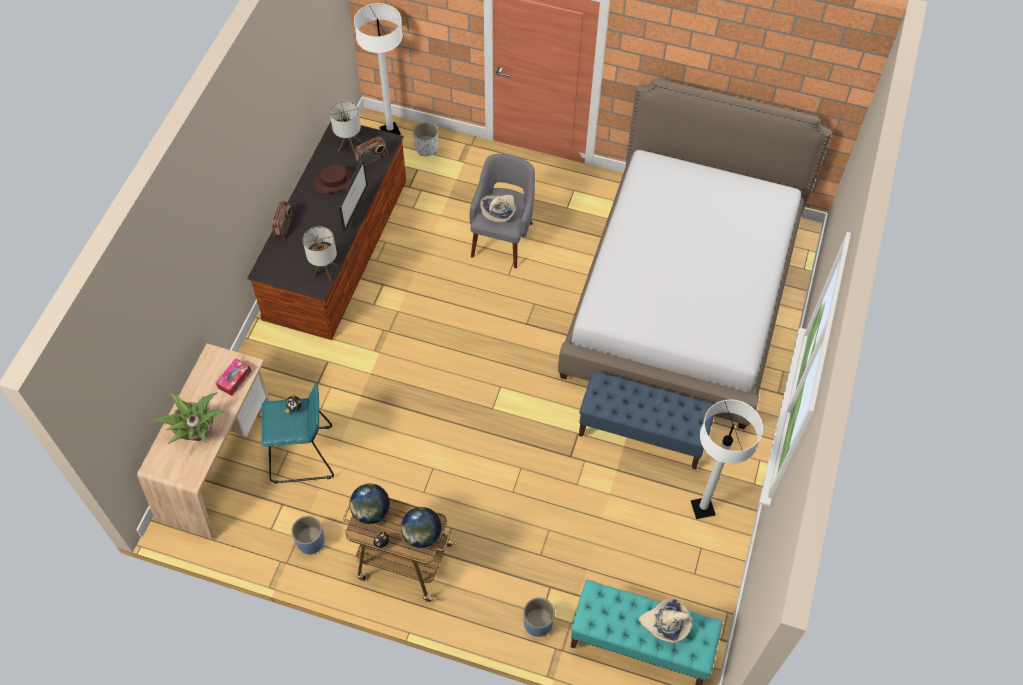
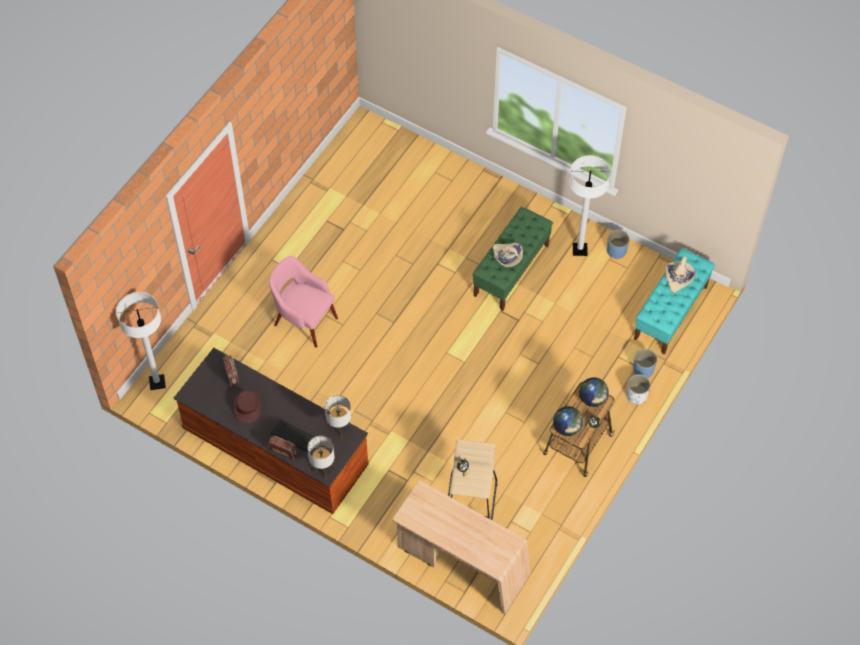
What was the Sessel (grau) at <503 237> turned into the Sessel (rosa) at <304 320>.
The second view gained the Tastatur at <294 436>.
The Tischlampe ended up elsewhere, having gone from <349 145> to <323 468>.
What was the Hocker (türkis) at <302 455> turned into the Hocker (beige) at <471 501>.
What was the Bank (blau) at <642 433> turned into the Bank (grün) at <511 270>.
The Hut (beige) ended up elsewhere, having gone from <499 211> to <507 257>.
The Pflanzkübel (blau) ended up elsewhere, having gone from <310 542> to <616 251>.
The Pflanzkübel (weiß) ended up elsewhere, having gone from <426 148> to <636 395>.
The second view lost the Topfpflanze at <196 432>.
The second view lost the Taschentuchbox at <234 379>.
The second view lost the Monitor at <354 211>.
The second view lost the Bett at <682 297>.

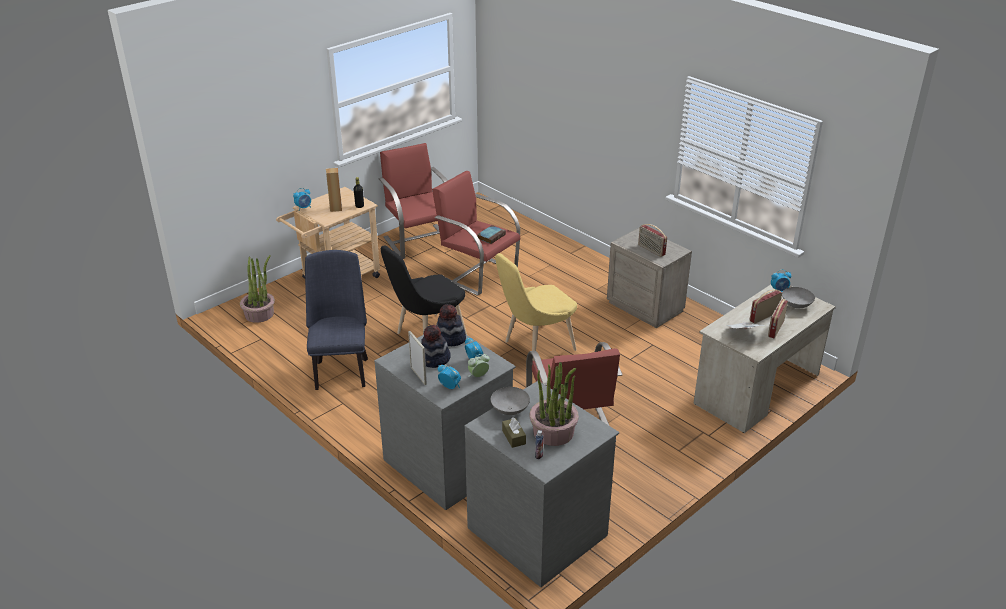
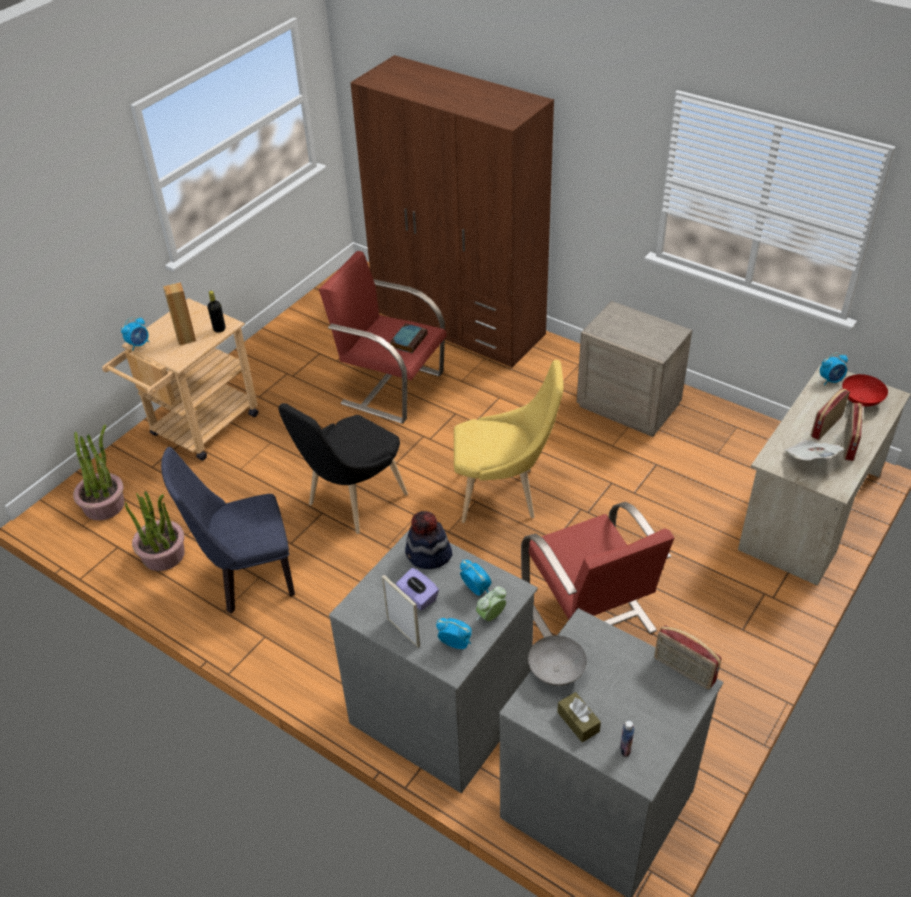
The Topfpflanze ended up elsewhere, having gone from <553 432> to <163 555>.
The Stuhl (blau) at <341 370> ended up facing another way, 90 degrees counterclockwise from before.
The second view gained the Kleiderschrank (braun) at <458 323>.
Where the Hut stood at <434 360>, the Taschentuchbox (lila) came to stand at <418 597>.
The Stuhl (gelb) at <535 347> ended up facing another way, 135 degrees counterclockwise from before.
The Radio ended up elsewhere, having gone from <651 250> to <683 670>.
What was the Schüssel (grau) at <796 306> turned into the Schüssel (rot) at <861 401>.
The second view lost the Sessel (rot) at <419 241>.

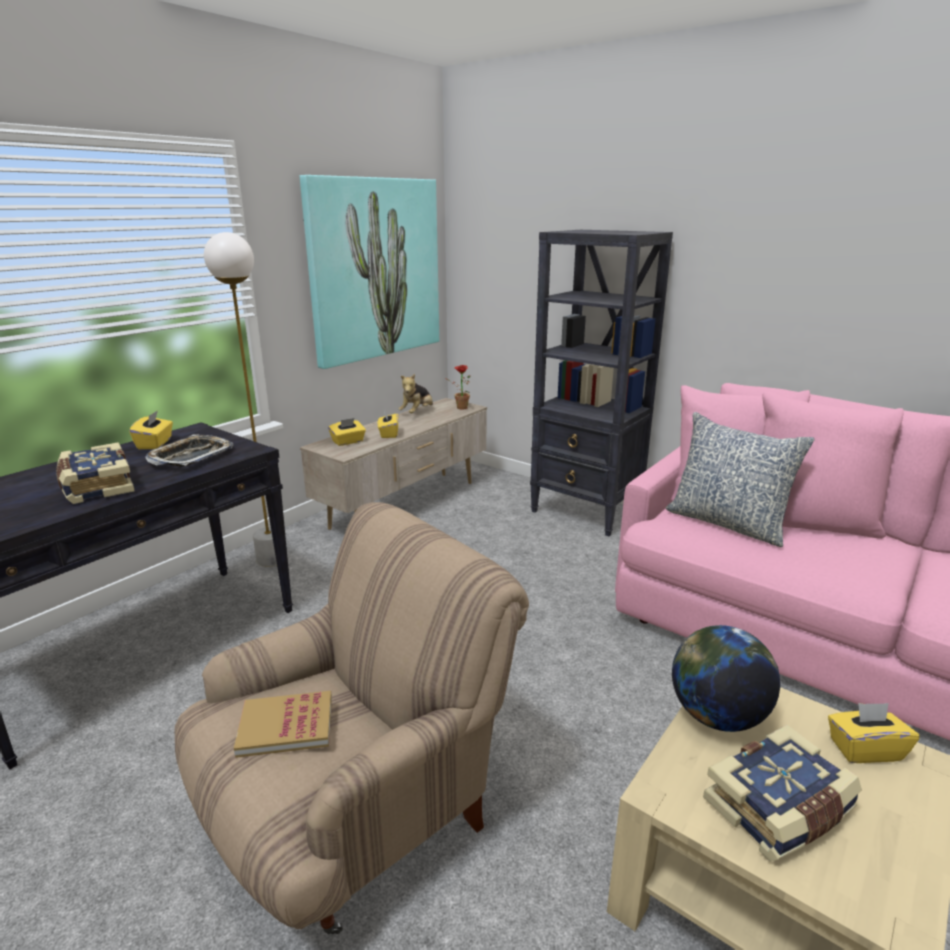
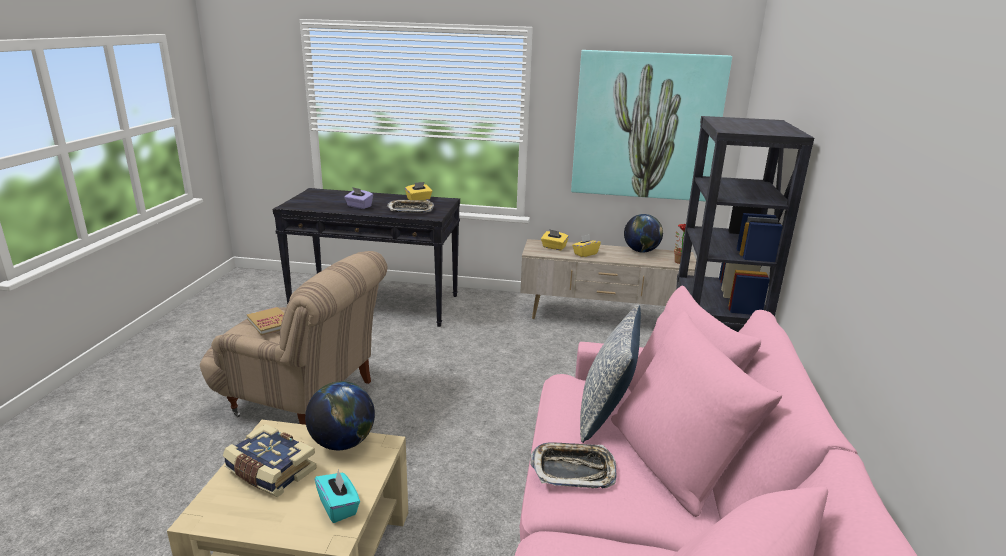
What was the Taschentuchbox (gelb) at <864 749> turned into the Taschentuchbox (türkis) at <338 507>.
Where the Buch stood at <96 486>, the Taschentuchbox (lila) came to stand at <359 206>.
The second view gained the Tablett at <573 470>.
Where the Plüschtier stood at <417 412>, the Globus came to stand at <641 251>.
The second view lost the Stehlampe (weiß) at <271 559>.

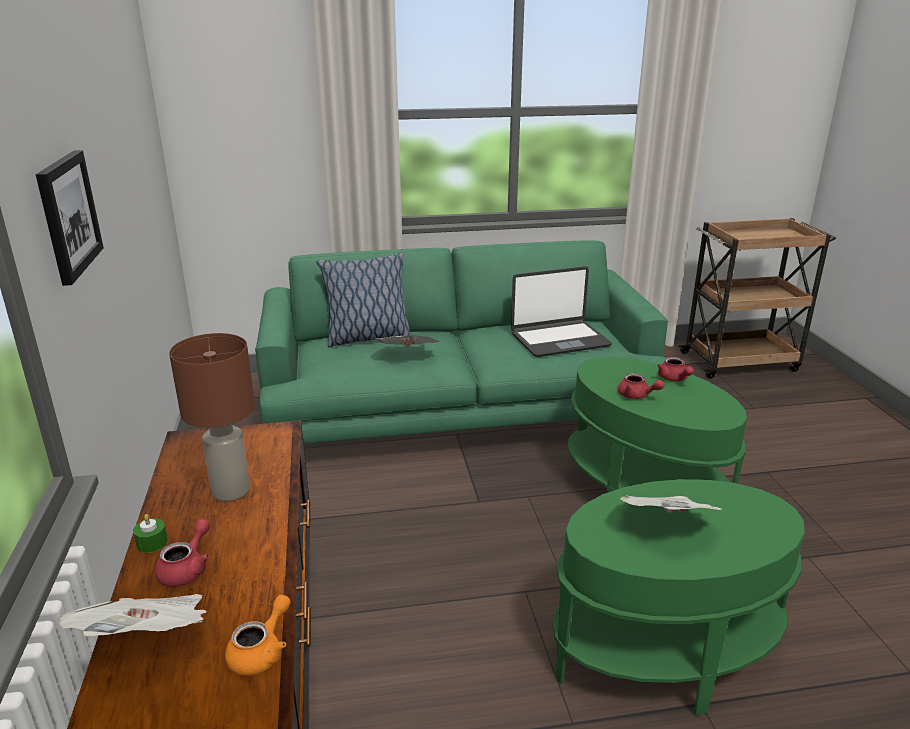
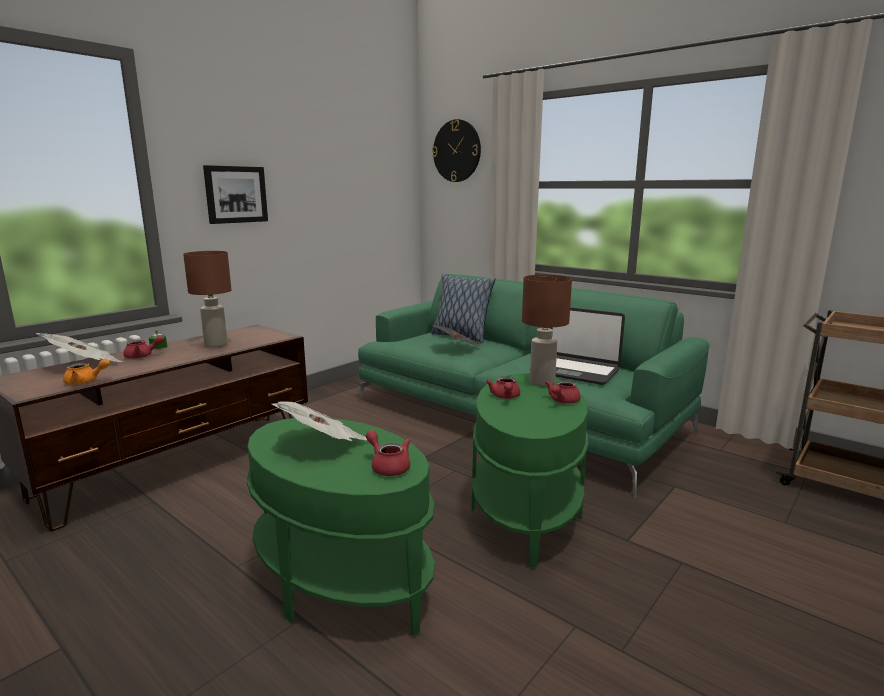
The second view gained the Teekanne (rot) at <388 466>.
The second view gained the Wanduhr at <457 151>.
The second view gained the Tischlampe (braun) at <541 382>.

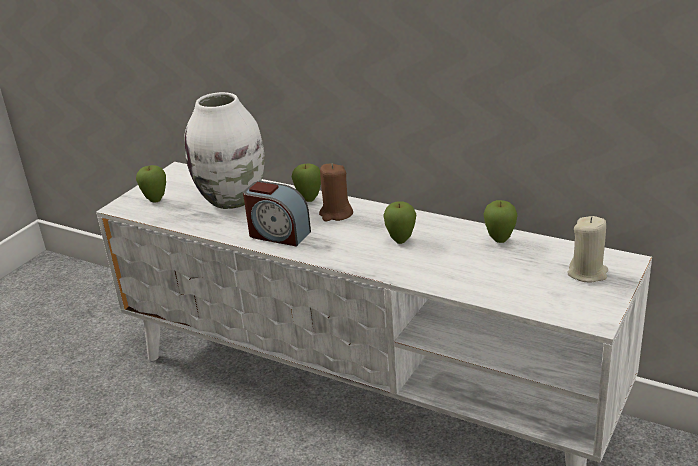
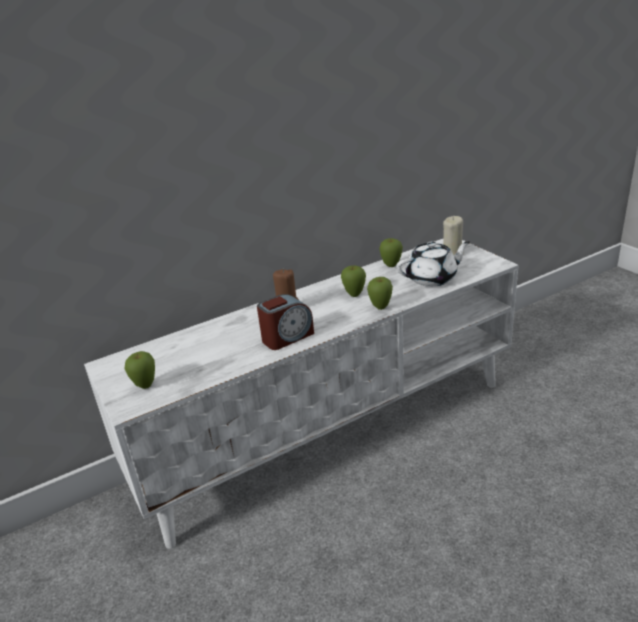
The Apfel ended up elsewhere, having gone from <309 199> to <380 307>.
The second view gained the Teekanne (weiß) at <432 278>.
The second view lost the Vase (weiß) at <233 199>.

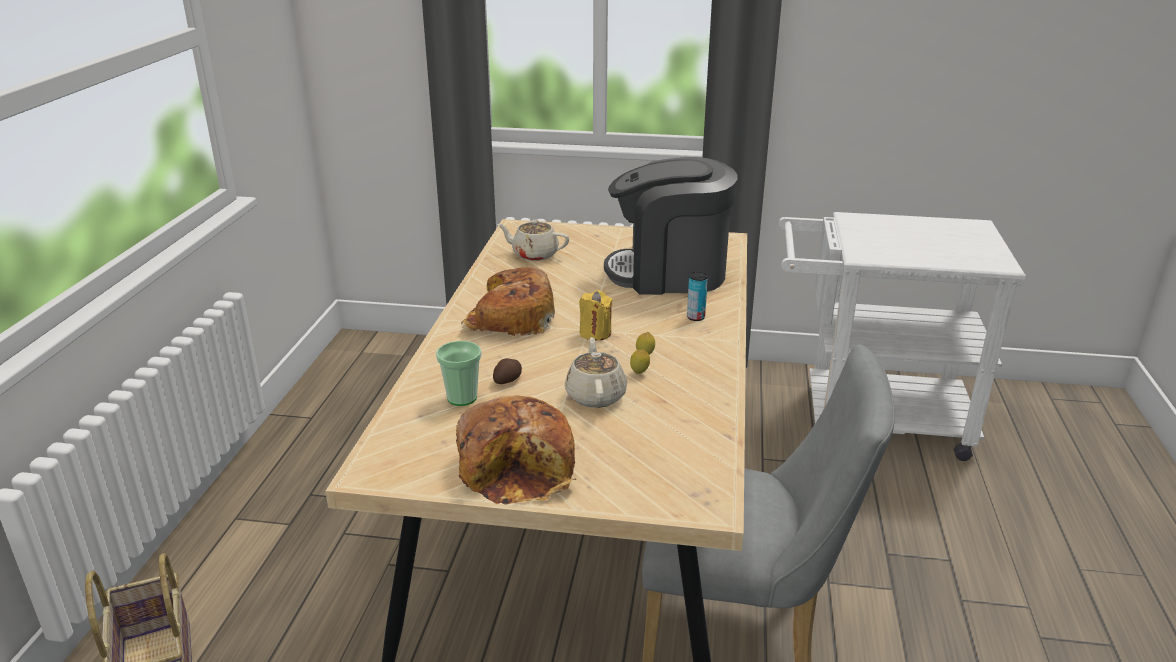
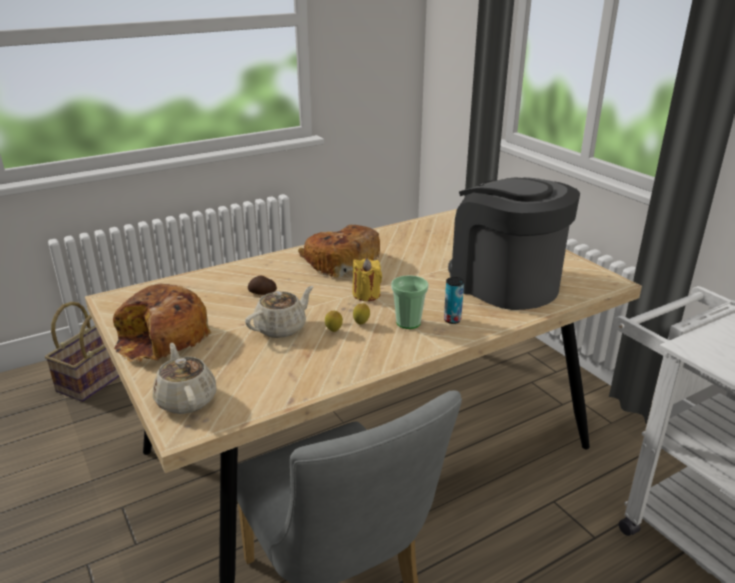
The Teekanne (beige) ended up elsewhere, having gone from <534 254> to <186 399>.
The Tasse ended up elsewhere, having gone from <462 398> to <408 322>.

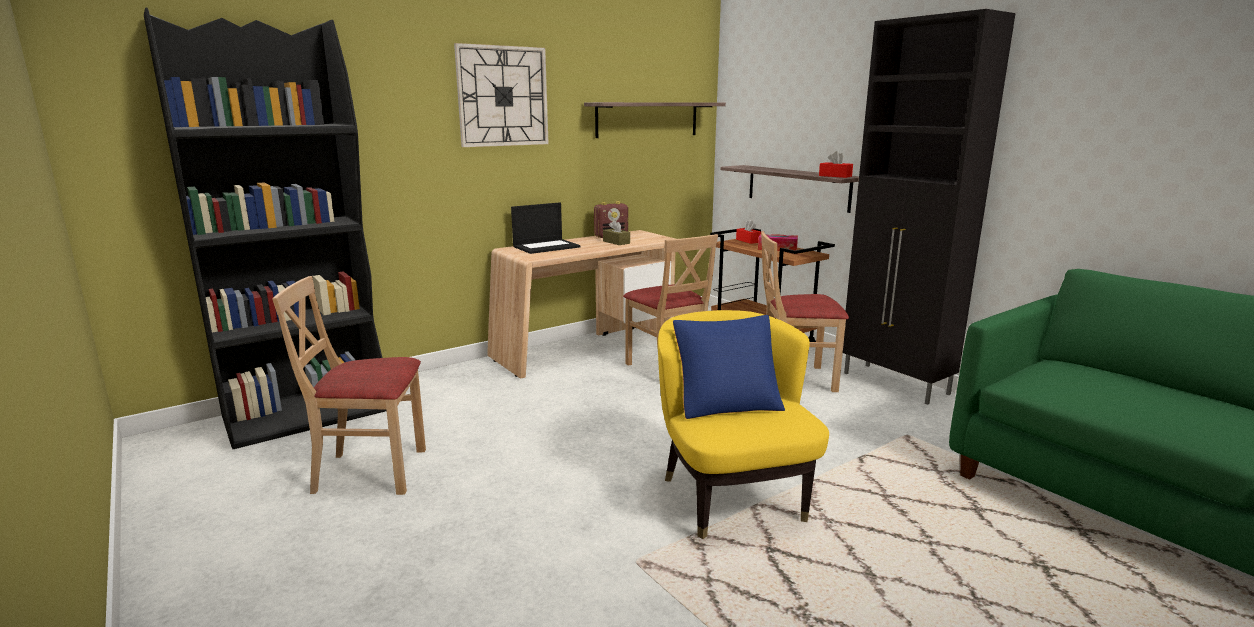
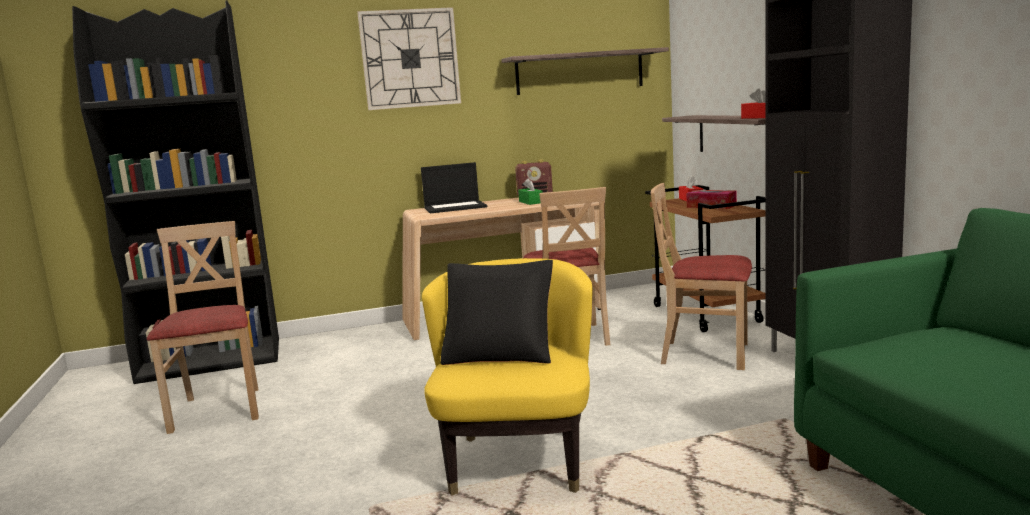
The Stuhl (beige) at <371 471> ended up facing another way, 60 degrees clockwise from before.
What was the Kissen (blau) at <726 402> turned into the Kissen (schwarz) at <500 353>.
What was the Taschentuchbox (braun) at <616 242> turned into the Taschentuchbox (grün) at <531 202>.

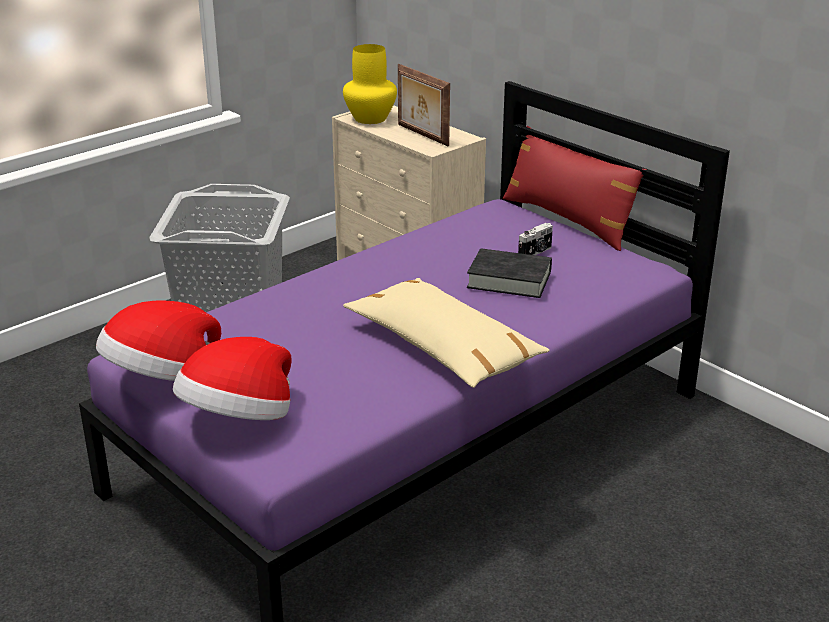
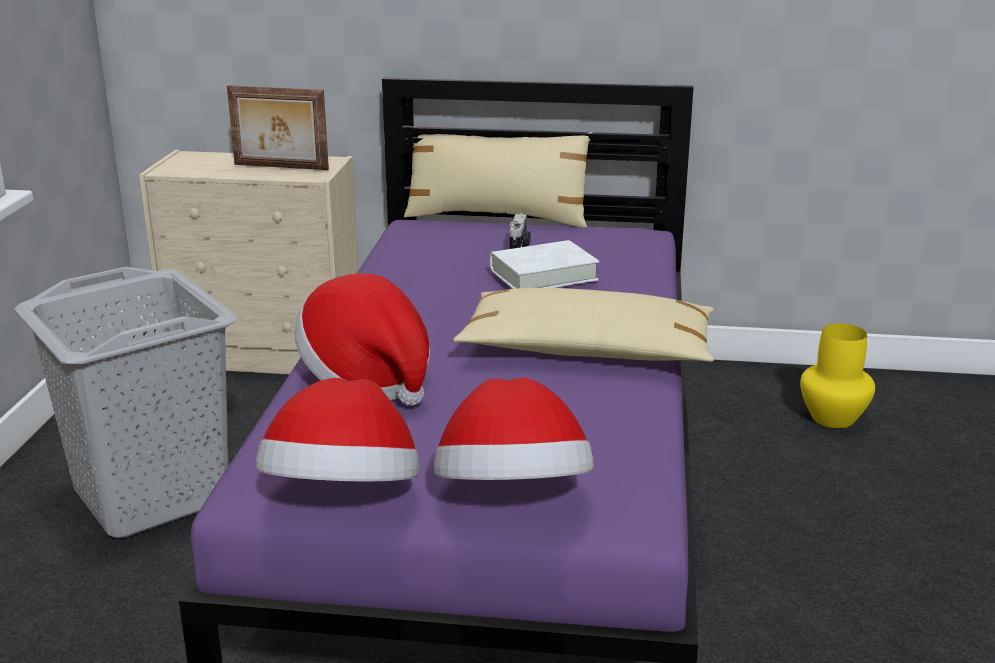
The second view gained the Hut at <367 379>.
What was the Kissen (rot) at <568 220> turned into the Kissen (beige) at <497 217>.
What was the Buch (schwarz) at <509 279> turned into the Buch (weiß) at <543 275>.
The Vase (gelb) ended up elsewhere, having gone from <371 118> to <833 417>.

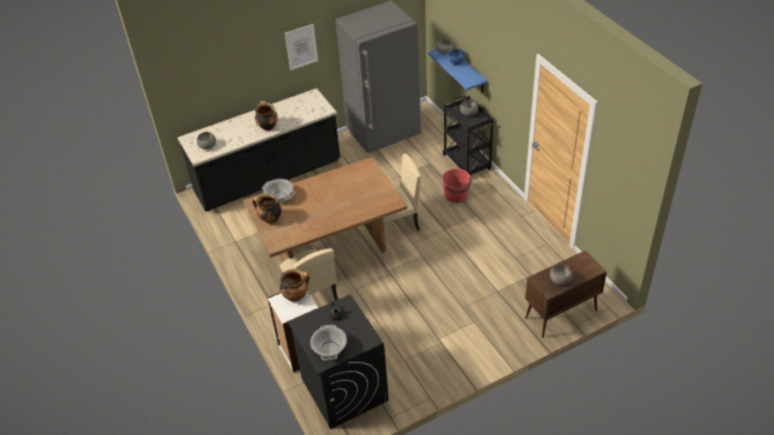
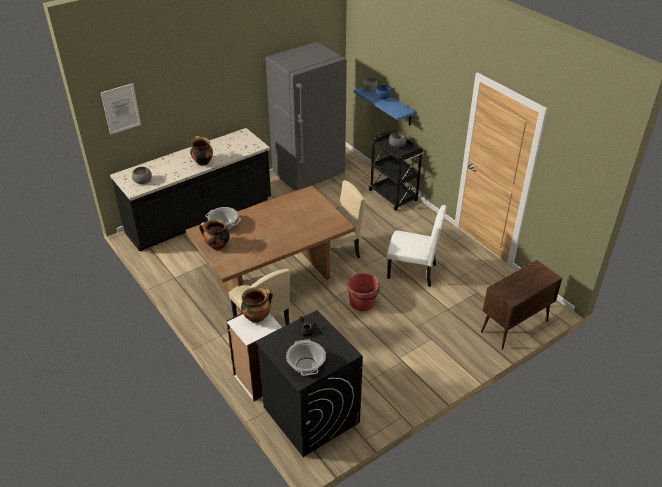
The Bild ended up elsewhere, having gone from <301 47> to <121 109>.
The Eimer (rot) ended up elsewhere, having gone from <456 195> to <362 303>.
The second view gained the Stuhl (weiß) at <412 271>.
The second view lost the Schüssel (grau) at <560 280>.

